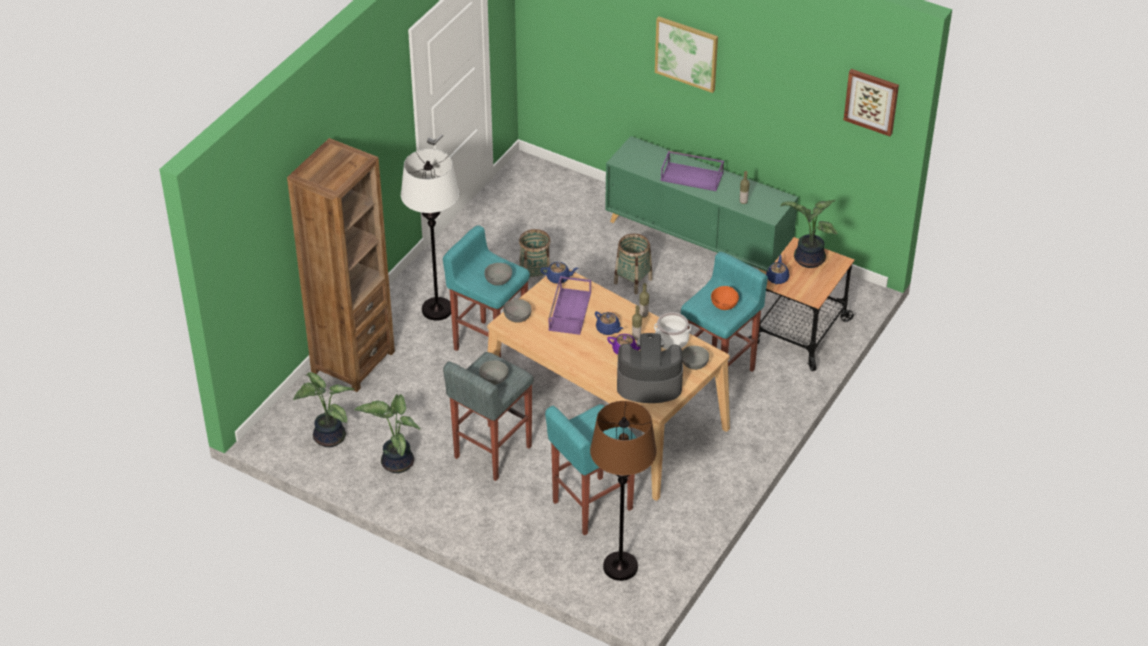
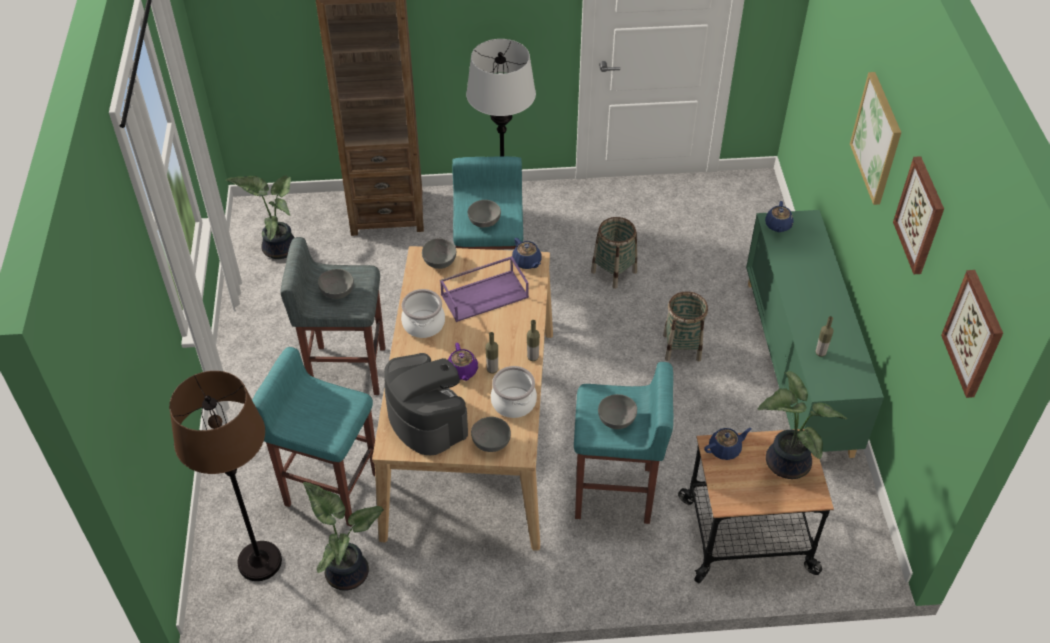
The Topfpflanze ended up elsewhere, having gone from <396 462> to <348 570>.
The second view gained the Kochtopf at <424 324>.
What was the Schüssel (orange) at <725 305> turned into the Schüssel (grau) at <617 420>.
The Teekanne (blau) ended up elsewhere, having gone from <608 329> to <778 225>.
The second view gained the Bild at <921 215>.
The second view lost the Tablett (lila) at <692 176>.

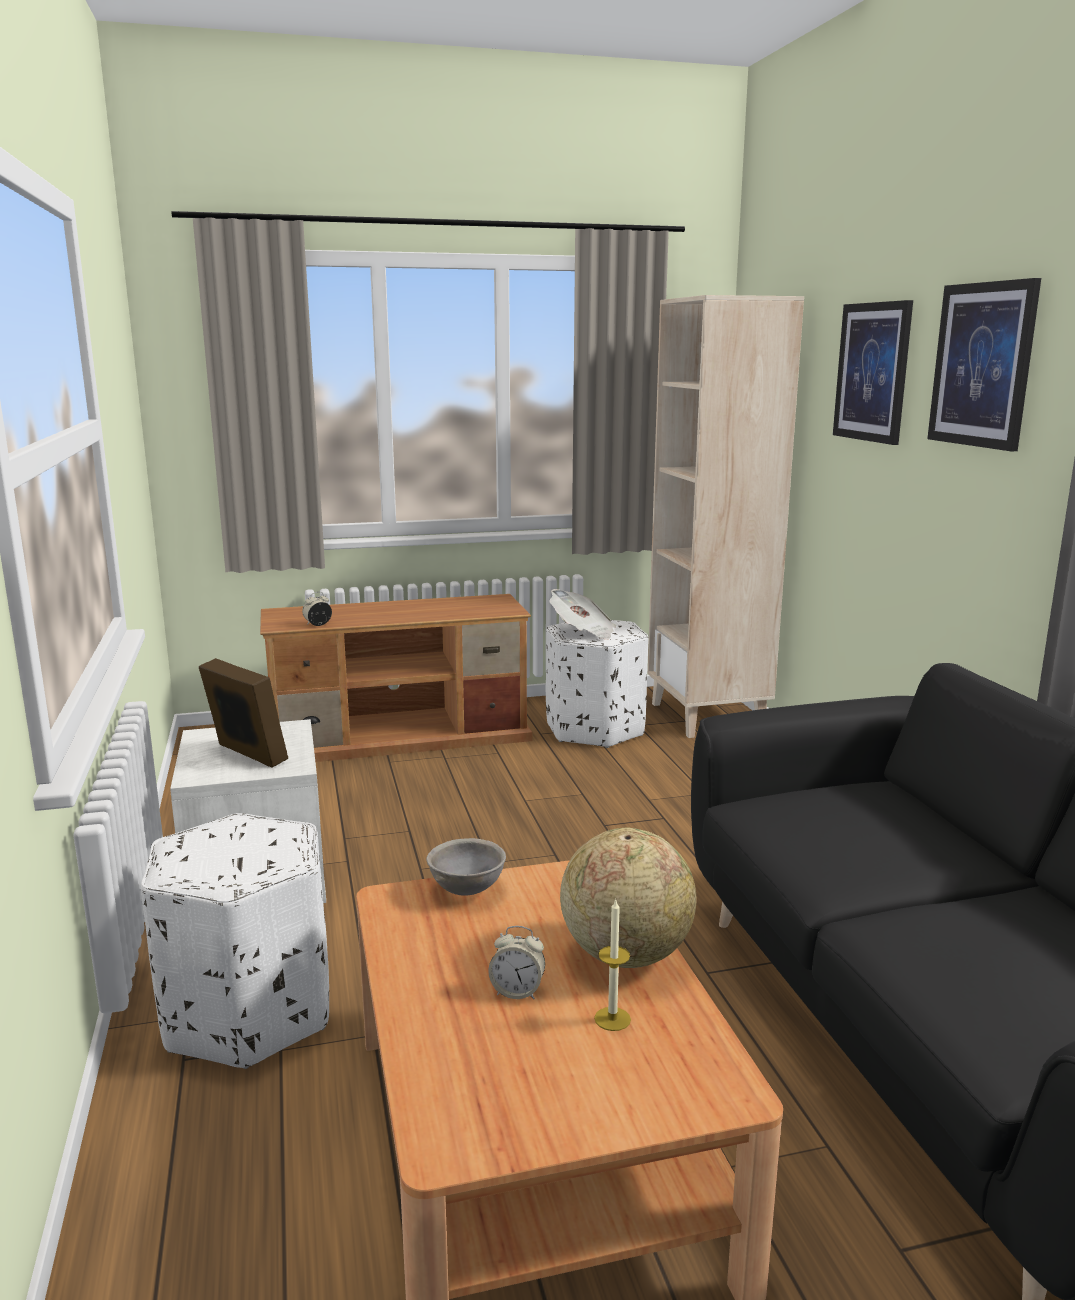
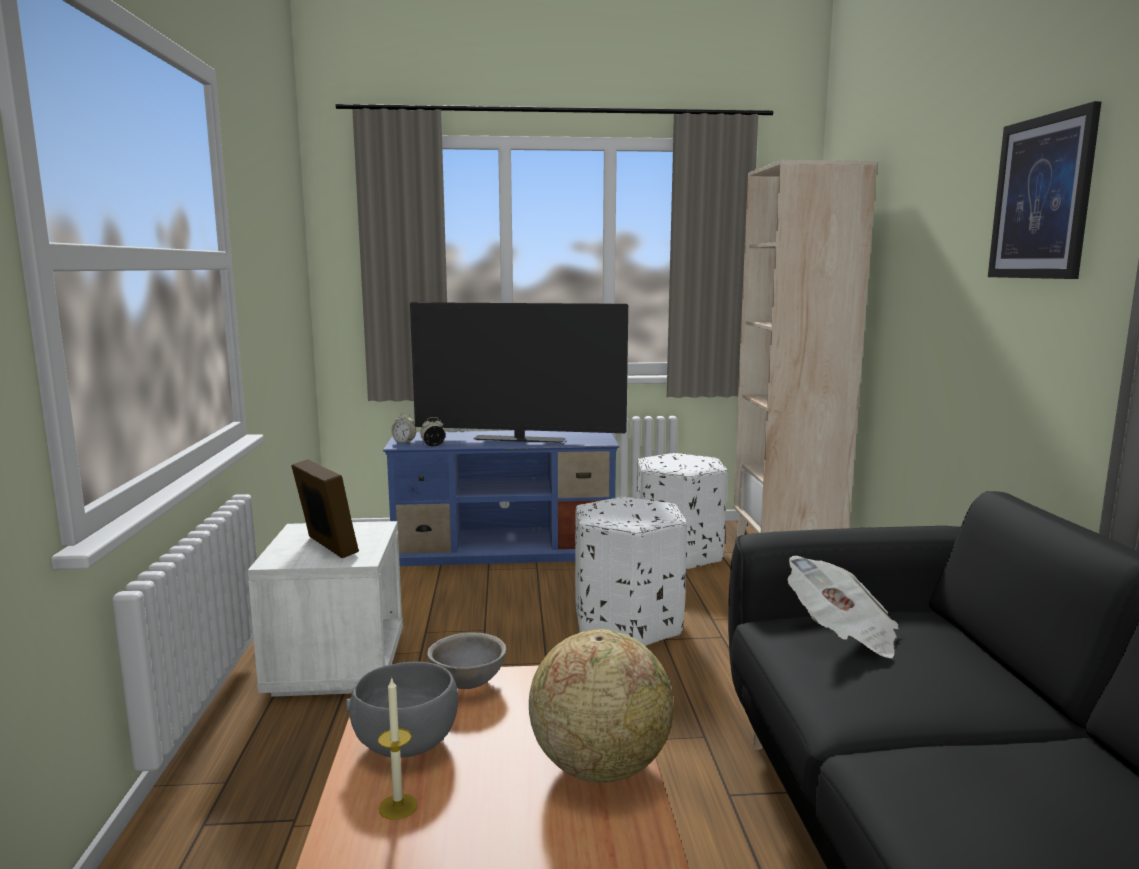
The second view gained the Schüssel (grau) at <407 745>.
The Kerze ended up elsewhere, having gone from <612 1019> to <398 806>.
What was the Fernsehschrank (braun) at <401 736> turned into the Fernsehschrank (blau) at <506 549>.
The Wecker ended up elsewhere, having gone from <517 991> to <404 442>.
The second view gained the Fernseher at <519 439>.
The Polsterhocker (weiß) ended up elsewhere, having gone from <247 1013> to <627 624>.
The Zeitung ended up elsewhere, having gone from <583 632> to <842 634>.
The second view lost the Bild at <872 372>.

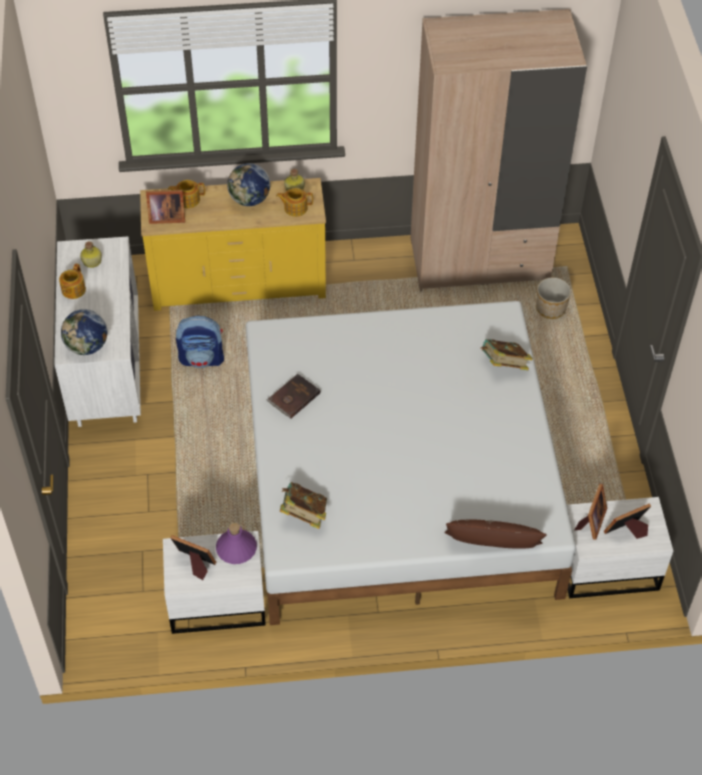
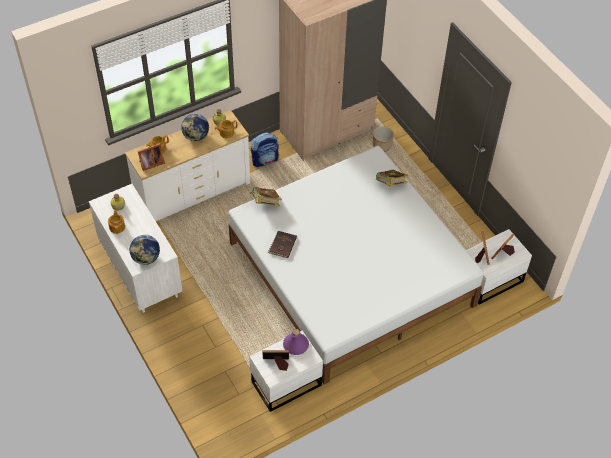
What was the Kommode (gelb) at <238 283> turned into the Kommode (weiß) at <192 192>.
The Buch ended up elsewhere, having gone from <304 514> to <265 203>.
The Rucksack ended up elsewhere, having gone from <202 358> to <265 160>.
The second view lost the Kissen (braun) at <492 544>.

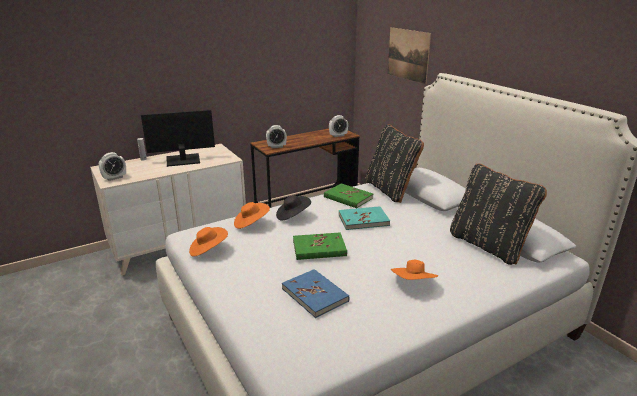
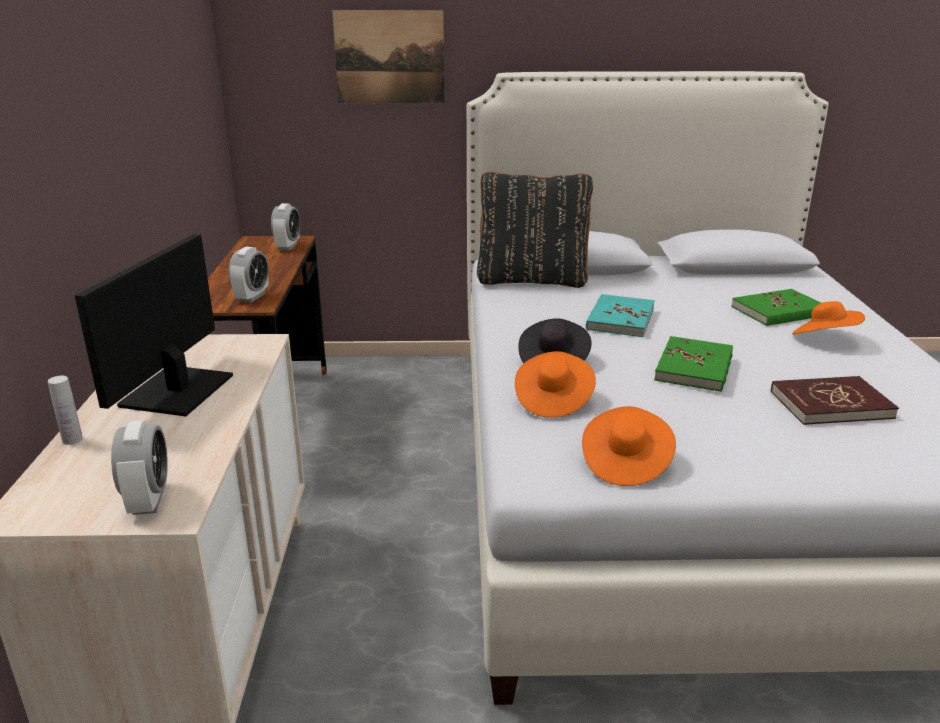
The Buch (grün) ended up elsewhere, having gone from <348 198> to <779 311>.
What was the Buch (blau) at <315 295> turned into the Buch (rot) at <830 404>.
The second view lost the Kissen (schwarz) at <488 245>.

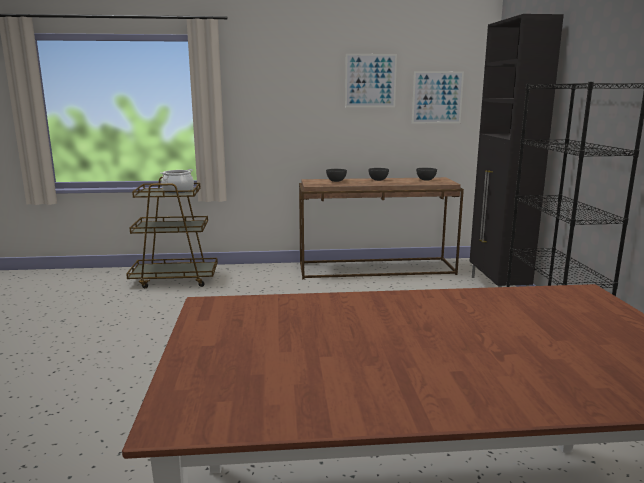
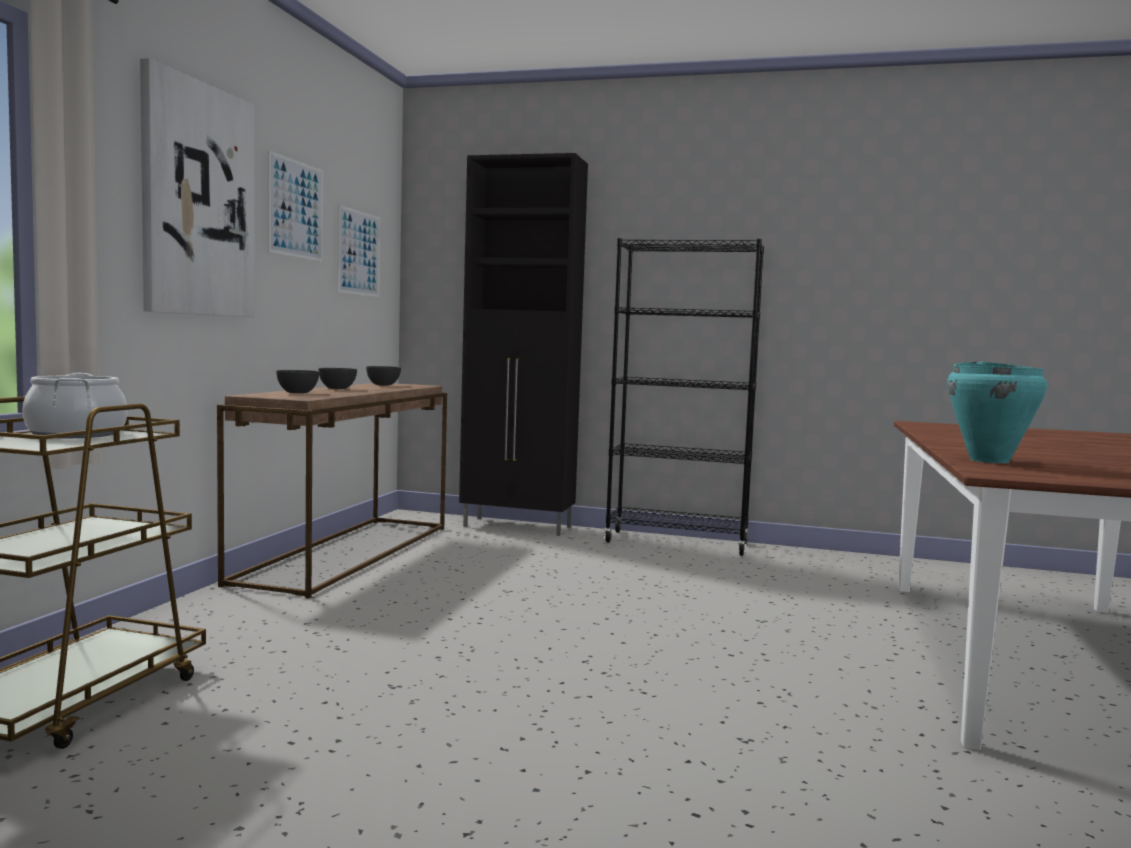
The second view gained the Bild at <198 200>.
The second view gained the Kochtopf (türkis) at <989 460>.

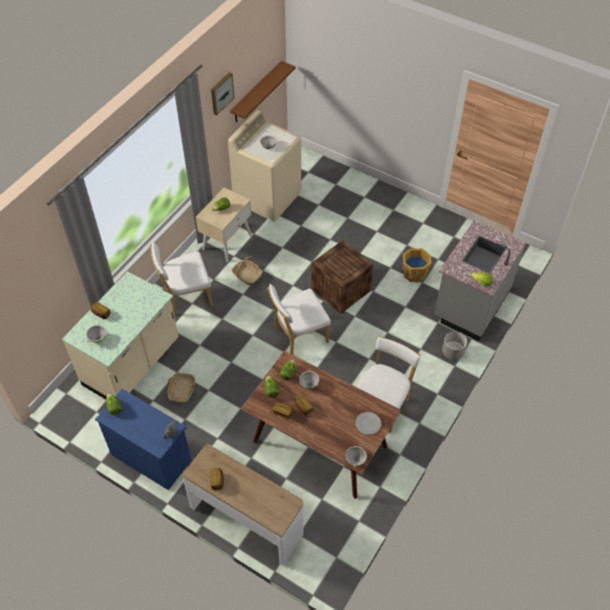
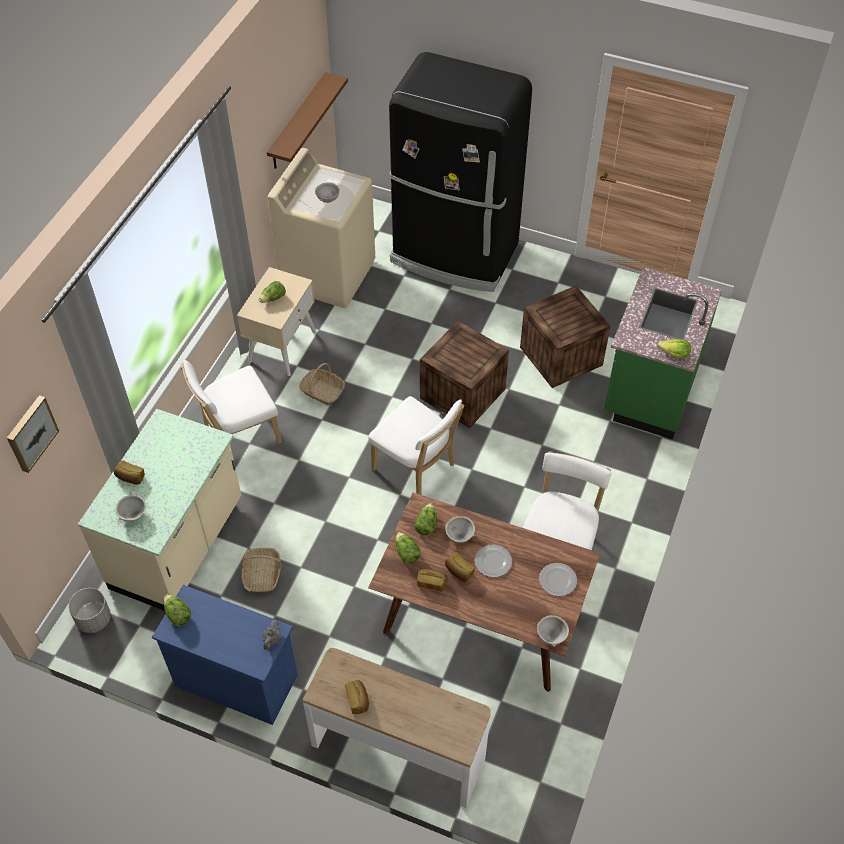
The Bild ended up elsewhere, having gone from <221 93> to <30 433>.
The Pflanzkübel (grau) ended up elsewhere, having gone from <452 352> to <93 619>.
The Stuhl (weiß) at <298 336> ended up facing another way, 105 degrees counterclockwise from before.
The second view gained the Kühlschrank (schwarz) at <454 254>.
The second view gained the Teller at <493 561>.
Where the Eimer (orange) stood at <414 274>, the Kiste came to stand at <561 356>.
What was the Küchenzeile (grau) at <470 304> turned into the Küchenzeile (grün) at <649 389>.

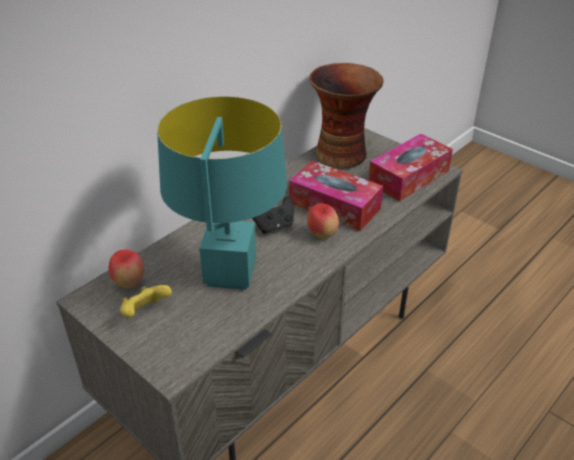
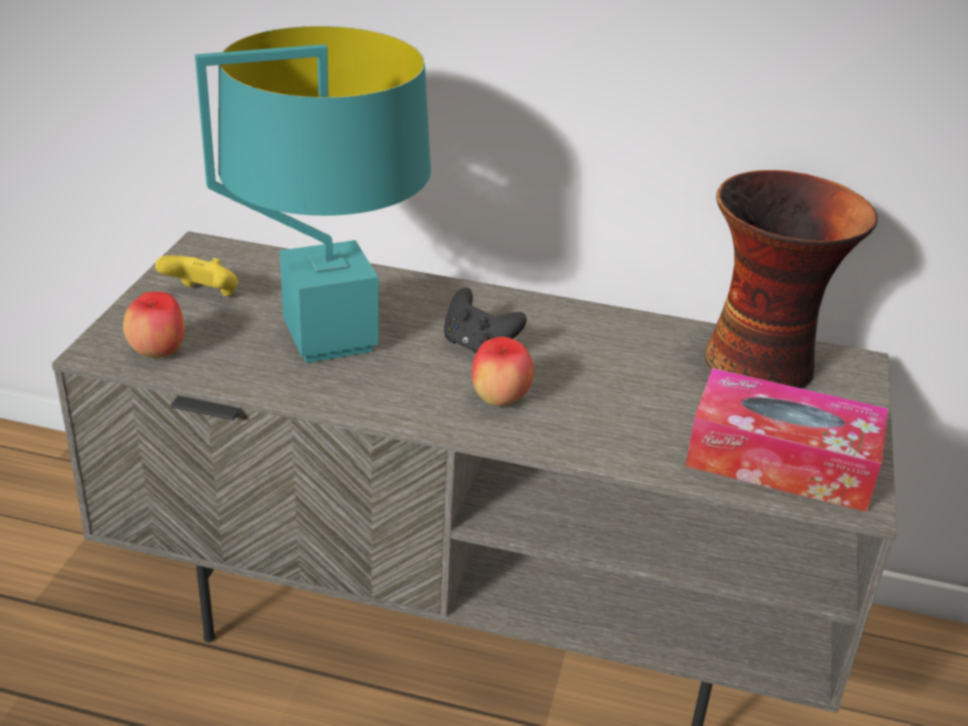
The Apfel ended up elsewhere, having gone from <129 283> to <158 353>.
The second view lost the Taschentuchbox at <334 206>.

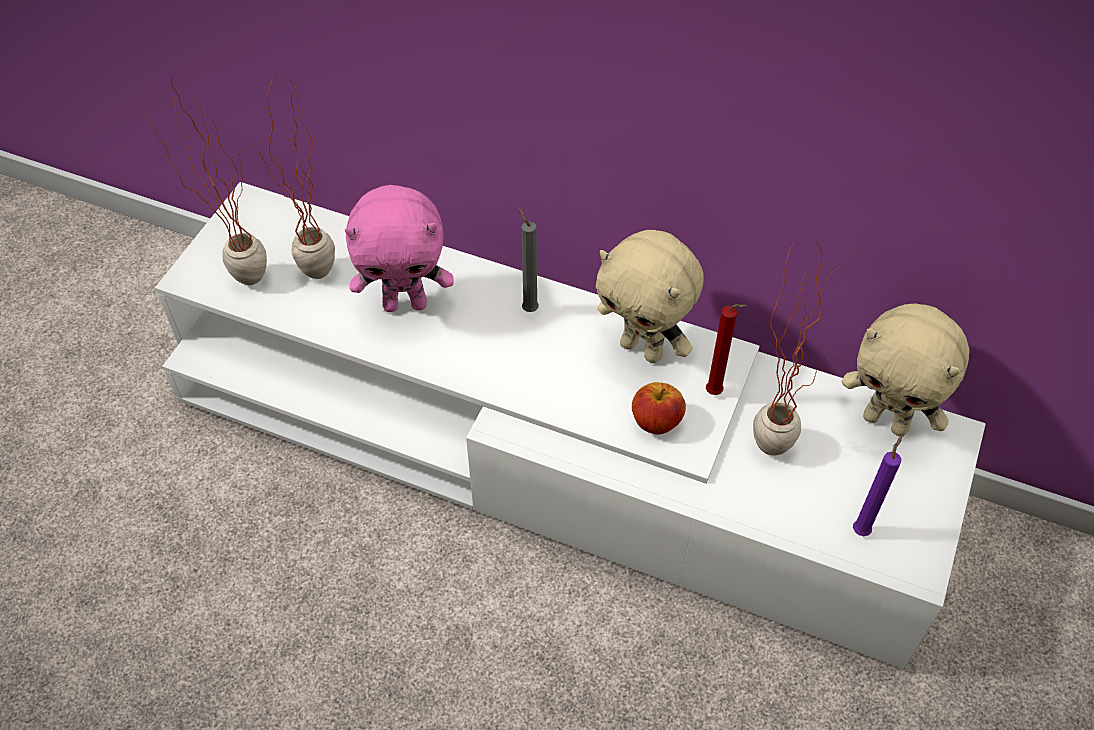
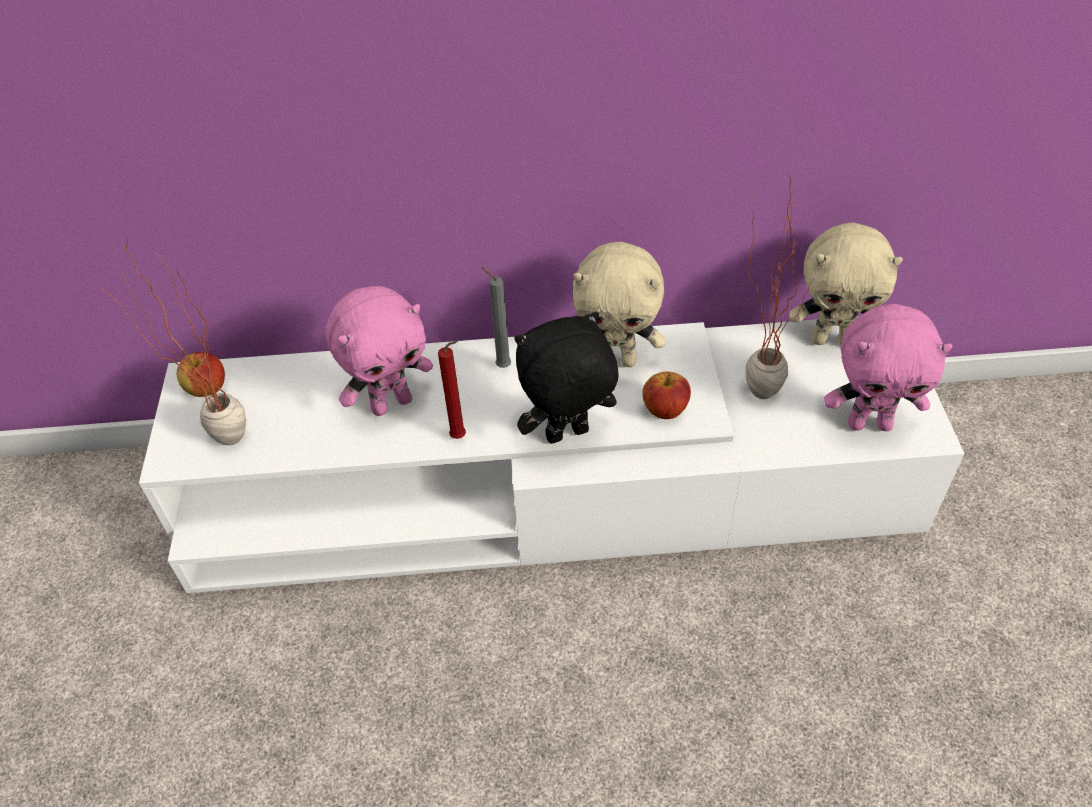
The second view gained the Apfel at <207 389>.
The Kerze (rot) ended up elsewhere, having gone from <716 393> to <461 436>.
The second view gained the Plüschtier (schwarz) at <567 436>.
Where the Kerze (lila) stood at <861 529>, the Plüschtier (rosa) came to stand at <869 423>.
The second view lost the Topfpflanze at <315 282>.

